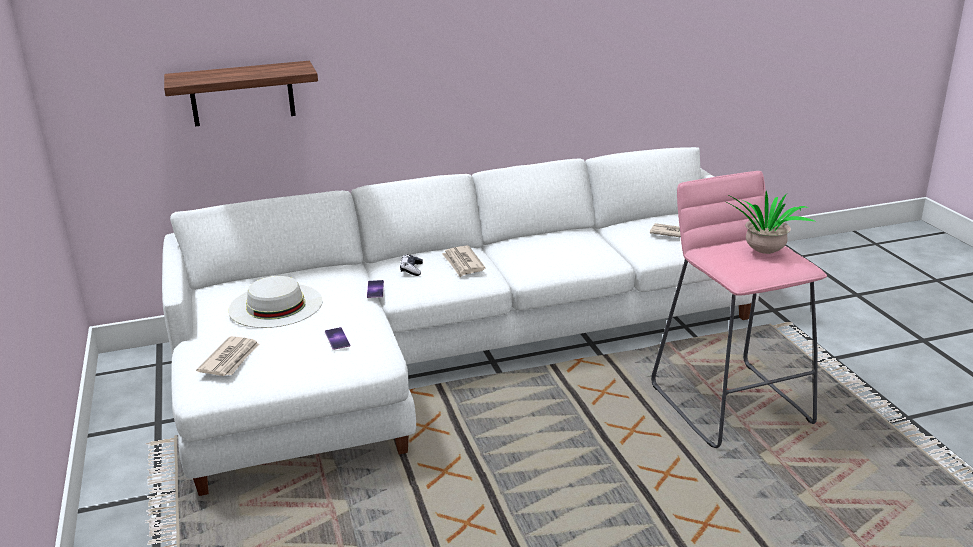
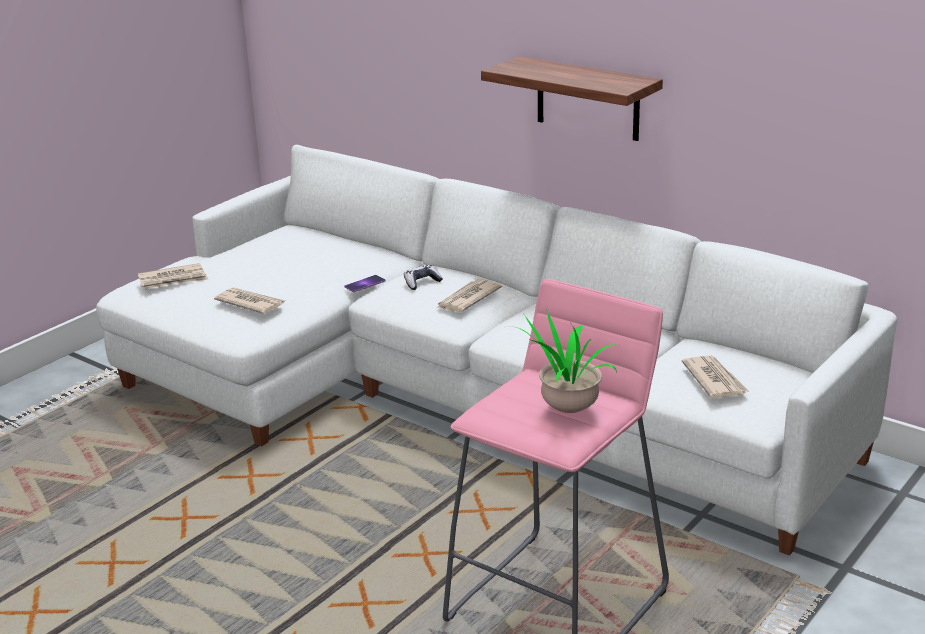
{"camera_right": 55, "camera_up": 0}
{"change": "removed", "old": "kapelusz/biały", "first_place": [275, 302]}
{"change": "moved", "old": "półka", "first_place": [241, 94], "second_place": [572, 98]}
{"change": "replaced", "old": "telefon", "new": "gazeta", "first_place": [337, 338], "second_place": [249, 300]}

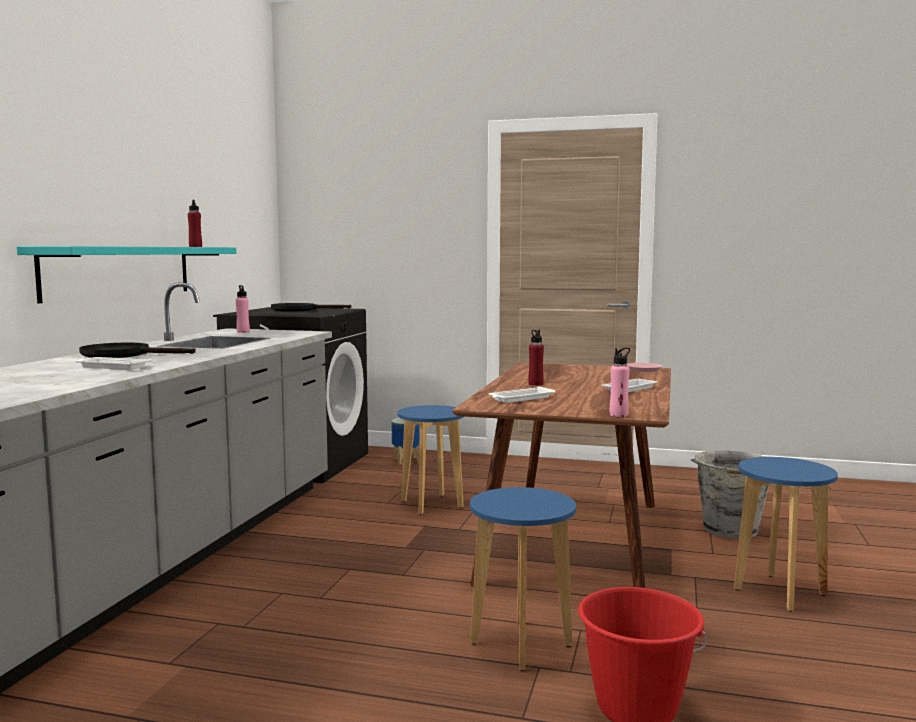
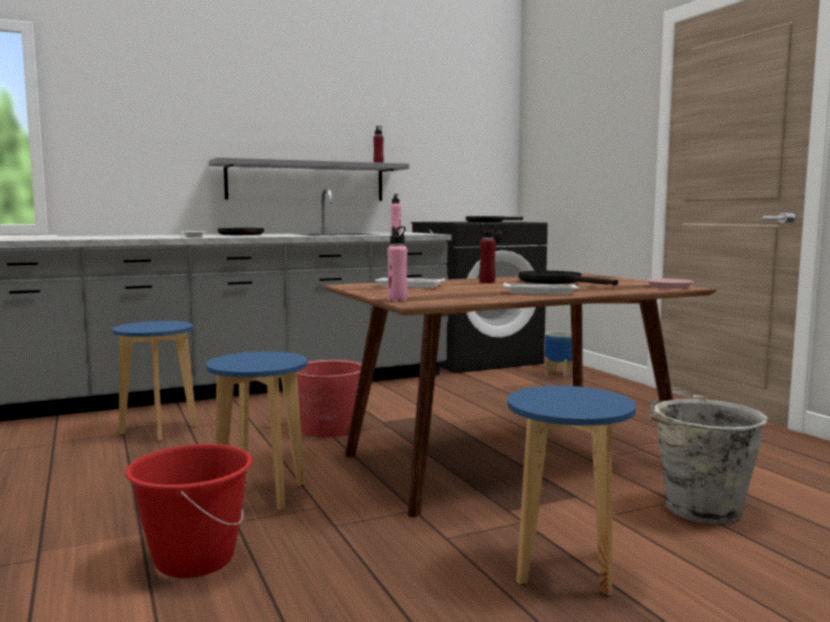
{"camera_right": 50, "camera_up": 0}
{"change": "added", "new": "wiadro/czerwony", "second_place": [329, 398]}
{"change": "added", "new": "patelnia/czarny", "second_place": [568, 278]}
{"change": "moved", "old": "stołek/niebieski", "first_place": [431, 460], "second_place": [154, 381]}
{"change": "recoloured", "old": "półka/turkusowy", "new": "półka/szary", "first_place": [126, 274], "second_place": [309, 179]}

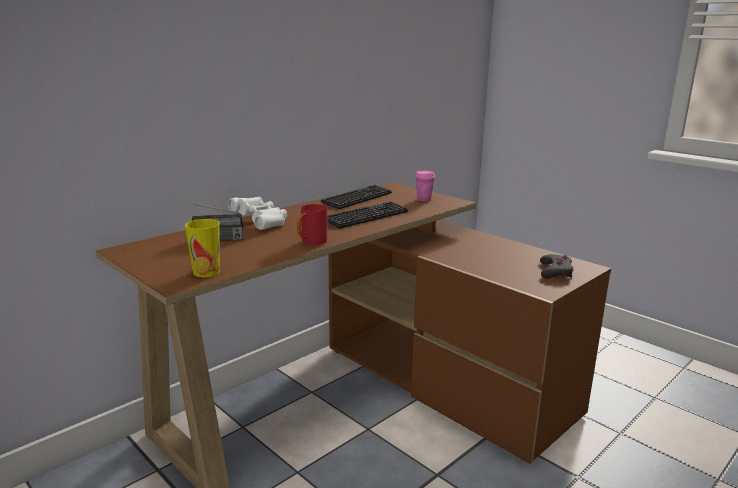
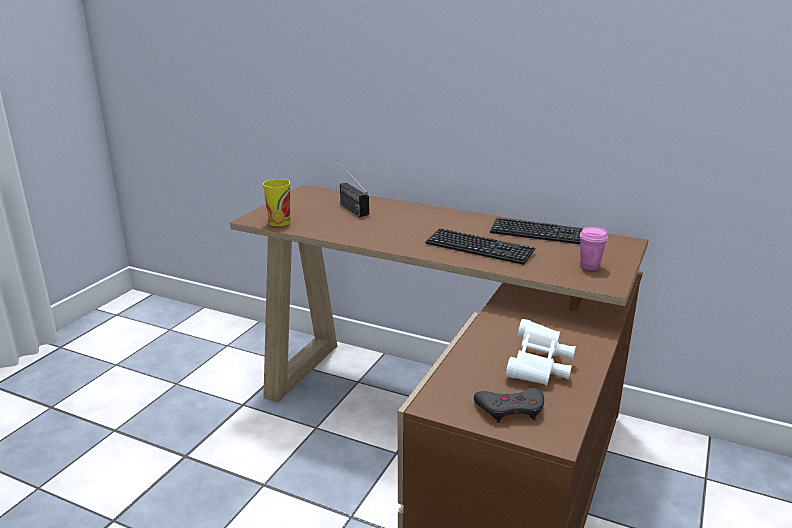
{"camera_right": 70, "camera_up": 5}
{"change": "removed", "old": "kubek/czerwony", "first_place": [312, 224]}
{"change": "moved", "old": "lornetka/biały", "first_place": [257, 213], "second_place": [541, 352]}

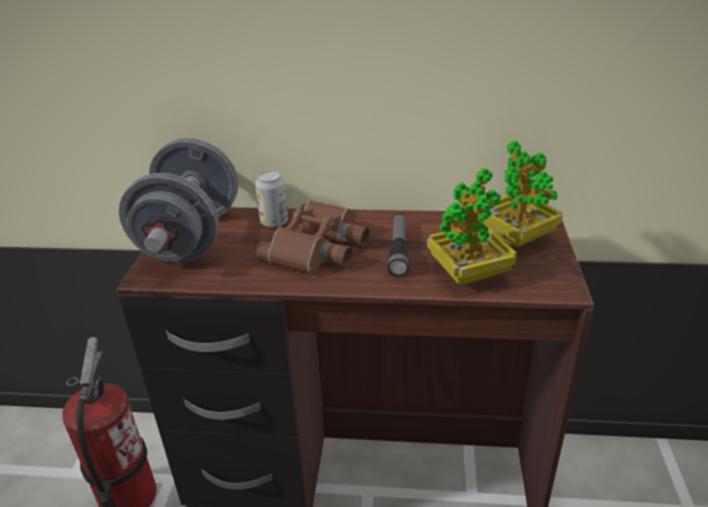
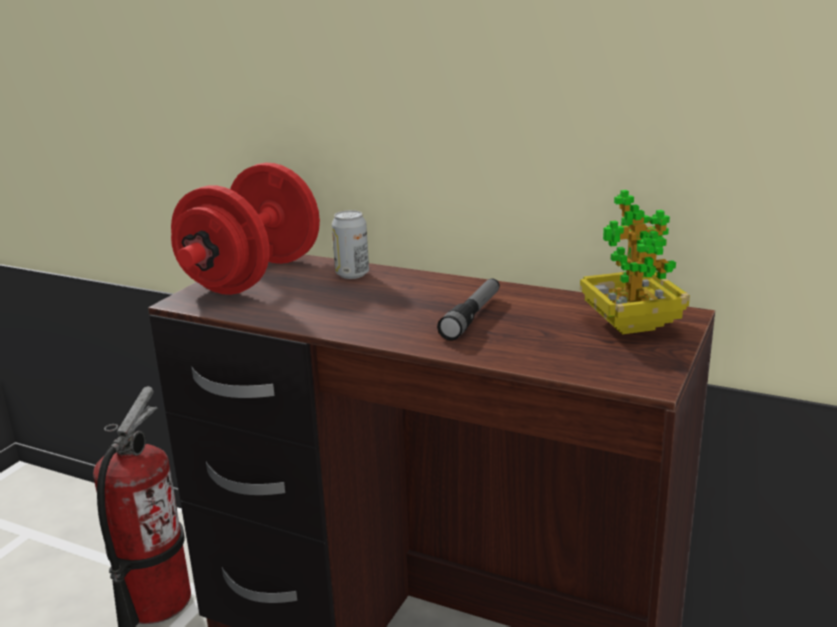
{"camera_right": 20, "camera_up": -10}
{"change": "removed", "old": "lornetka/brązowy", "first_place": [313, 237]}
{"change": "removed", "old": "roślina doniczkowa", "first_place": [472, 226]}
{"change": "recoloured", "old": "hantel/szary", "new": "hantel/czerwony", "first_place": [178, 200], "second_place": [245, 229]}

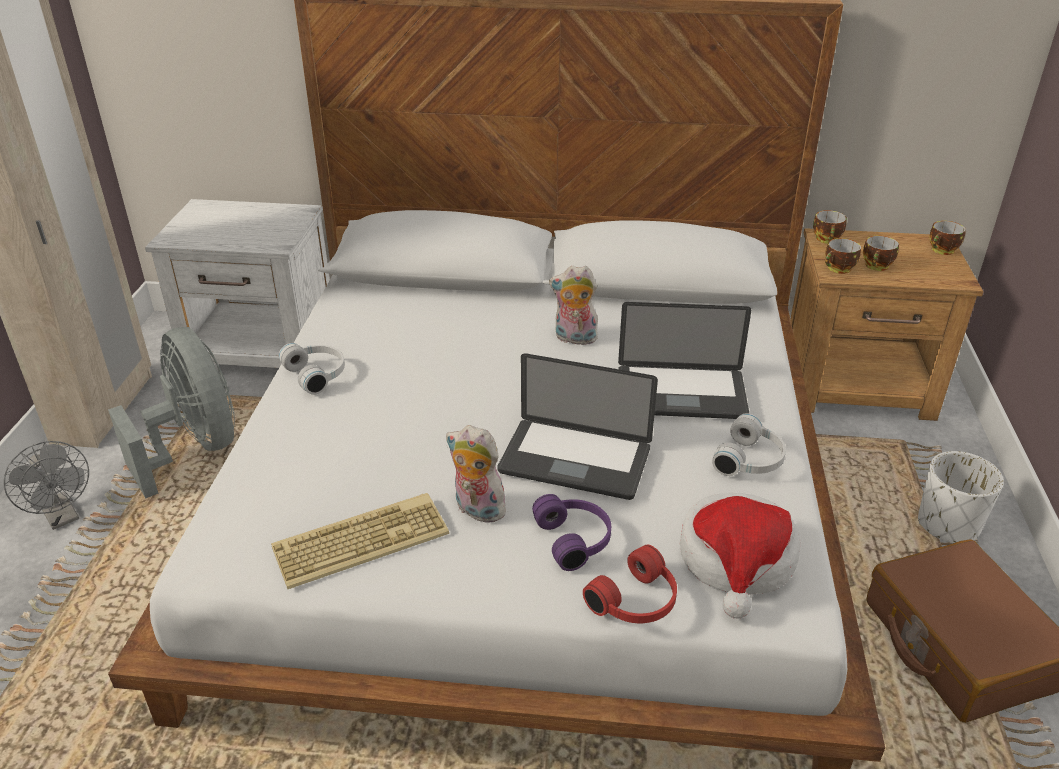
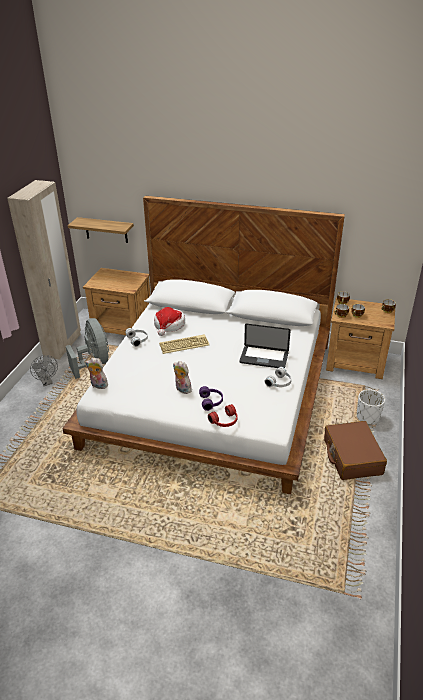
{"camera_right": 10, "camera_up": 0}
{"change": "removed", "old": "laptop", "first_place": [577, 426]}
{"change": "added", "new": "półka", "second_place": [101, 230]}
{"change": "moved", "old": "klawiatura", "first_place": [360, 541], "second_place": [184, 344]}
{"change": "moved", "old": "pluszak", "first_place": [573, 305], "second_place": [96, 373]}
{"change": "moved", "old": "kapelusz", "first_place": [740, 555], "second_place": [169, 321]}
{"change": "recoloured", "old": "szafka nocna/biały", "new": "szafka nocna/brązowy", "first_place": [237, 283], "second_place": [117, 301]}

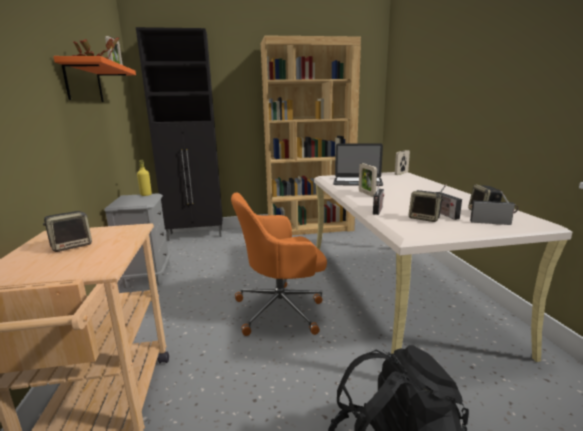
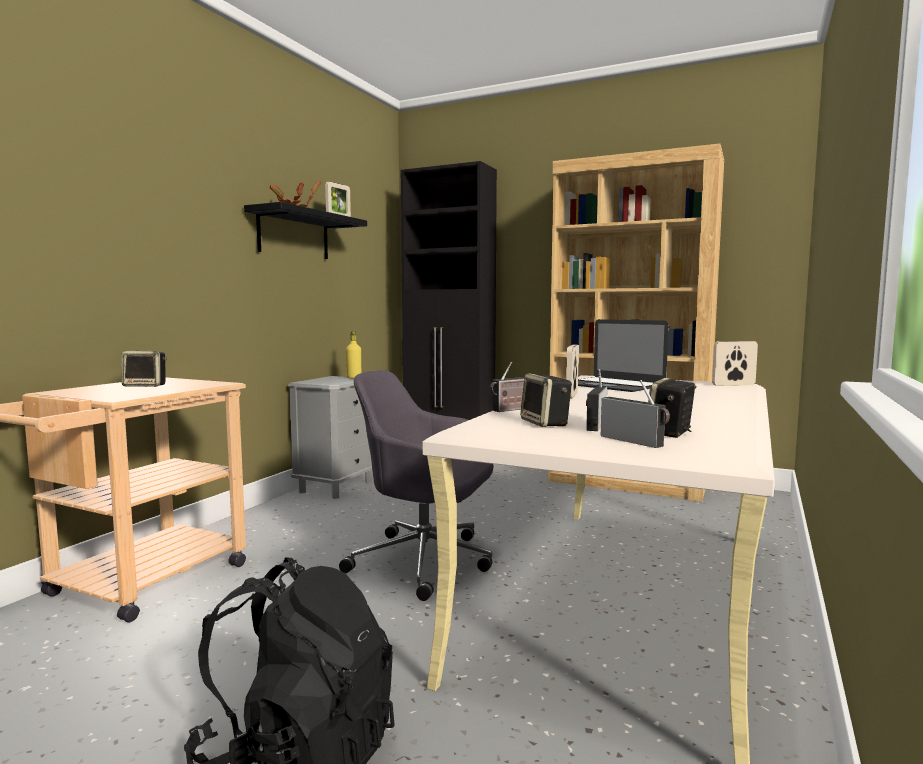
{"camera_right": 35, "camera_up": -10}
{"change": "recoloured", "old": "półka/pomarańczowy", "new": "półka/czarny", "first_place": [94, 79], "second_place": [305, 230]}
{"change": "recoloured", "old": "krzesło biurowe/pomarańczowy", "new": "krzesło biurowe/szary", "first_place": [279, 264], "second_place": [416, 485]}

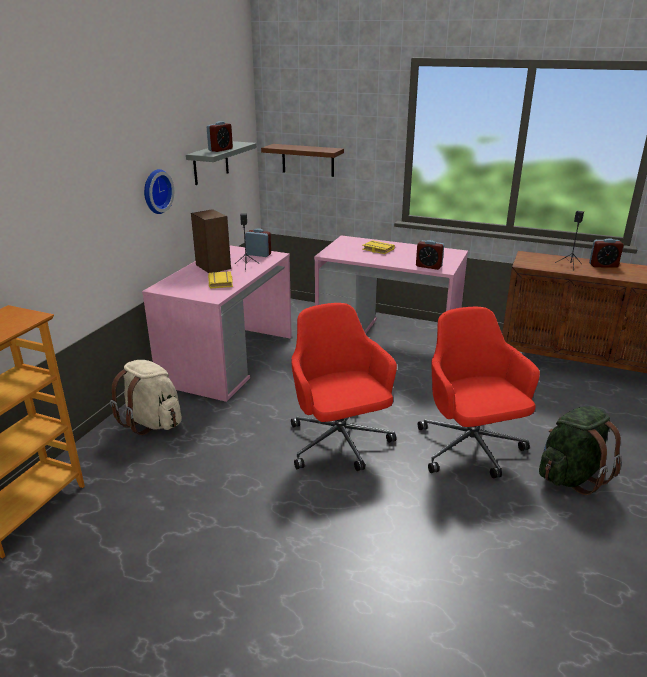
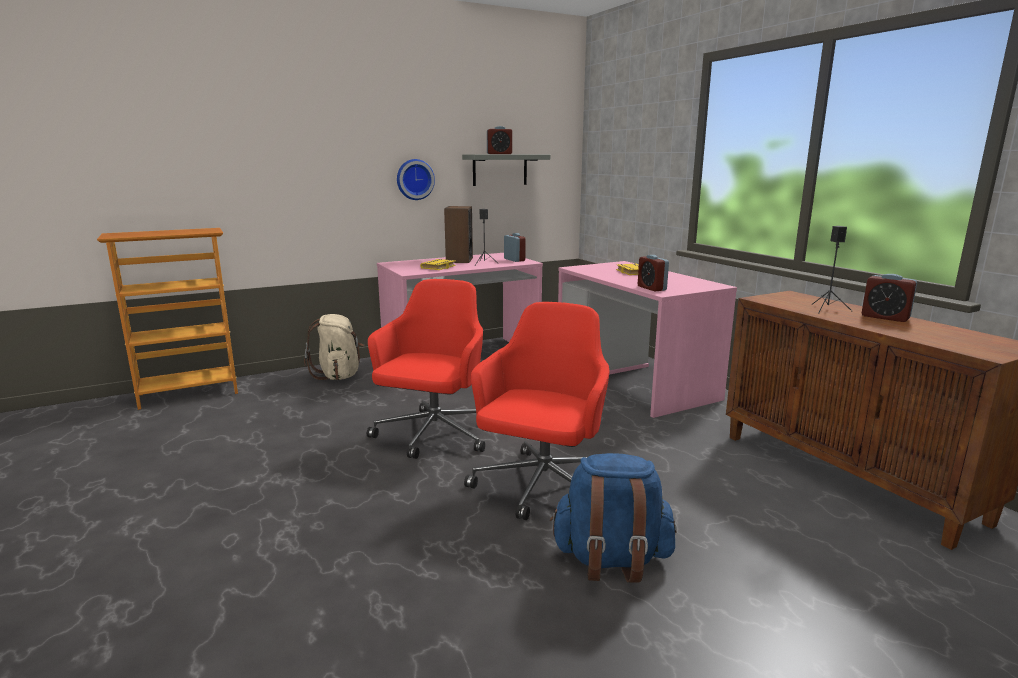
{"camera_right": 40, "camera_up": -10}
{"change": "removed", "old": "półka/brązowy", "first_place": [302, 160]}
{"change": "recoloured", "old": "plecak/zielony", "new": "plecak/niebieski", "first_place": [580, 450], "second_place": [613, 518]}

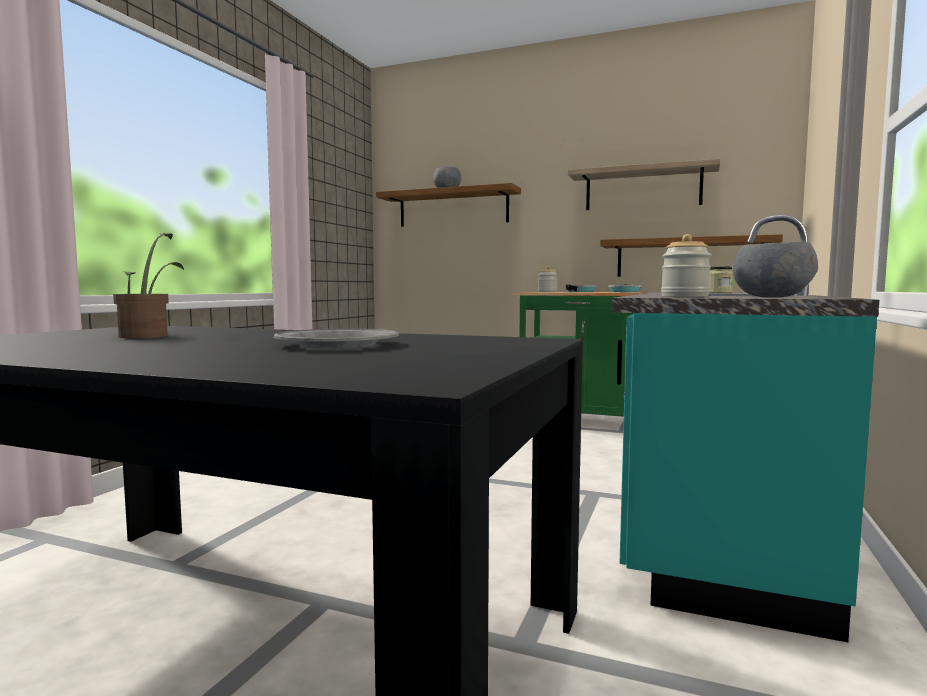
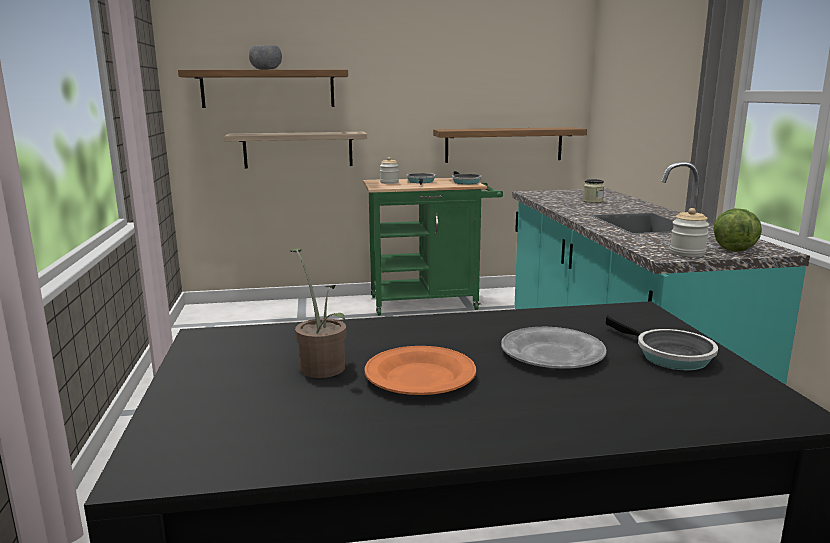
{"camera_right": -30, "camera_up": 10}
{"change": "added", "new": "talerz/pomarańczowy", "second_place": [420, 370]}
{"change": "added", "new": "patelnia", "second_place": [662, 342]}
{"change": "moved", "old": "półka", "first_place": [644, 184], "second_place": [295, 150]}
{"change": "replaced", "old": "miska/szary", "new": "sałata", "first_place": [775, 269], "second_place": [737, 230]}

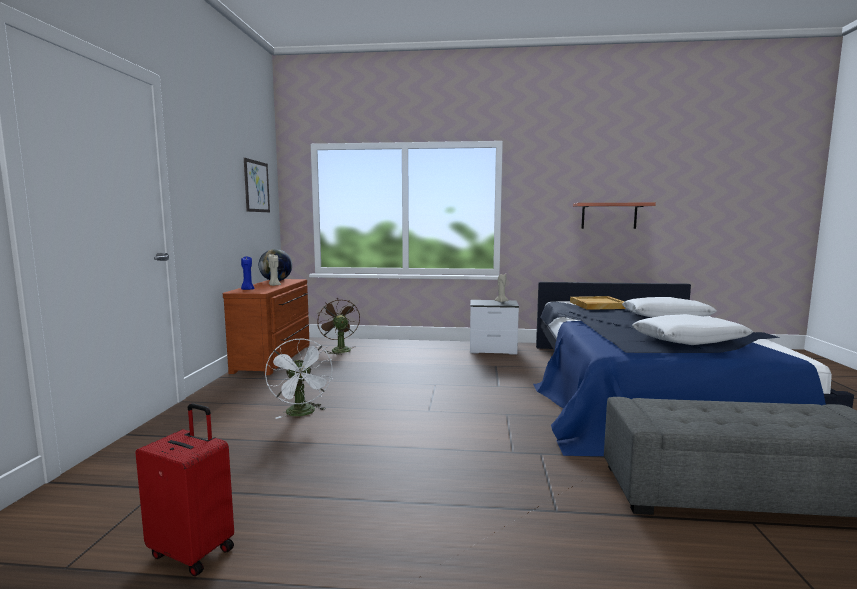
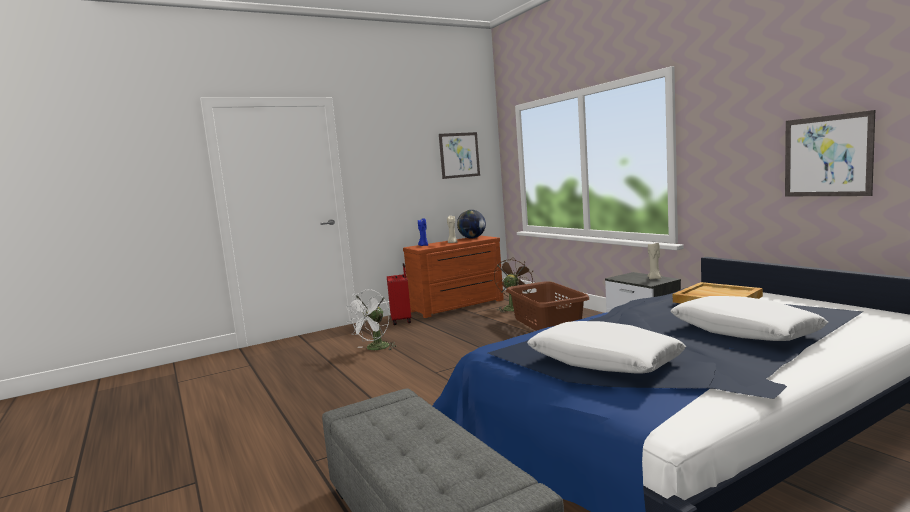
{"camera_right": 55, "camera_up": 0}
{"change": "added", "new": "kosz na pranie/brązowy", "second_place": [547, 306]}
{"change": "moved", "old": "walizka/czerwony", "first_place": [185, 489], "second_place": [399, 294]}
{"change": "replaced", "old": "półka", "new": "obraz", "first_place": [614, 216], "second_place": [830, 153]}

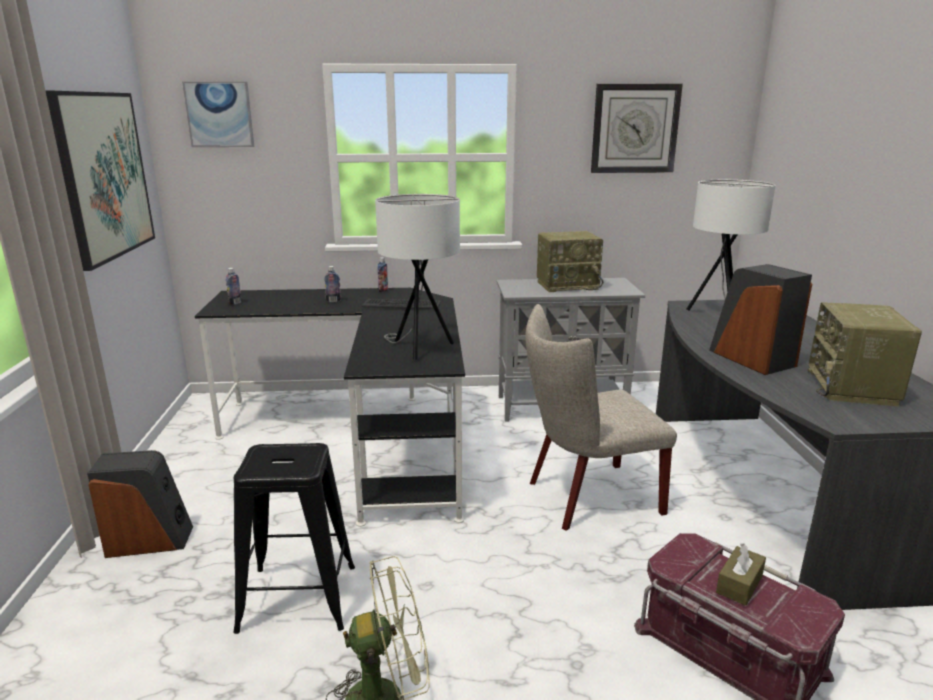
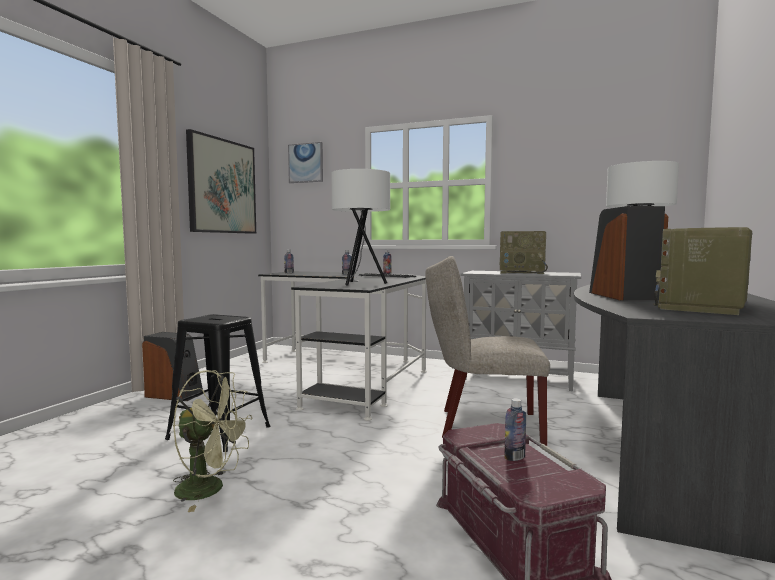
{"camera_right": 25, "camera_up": -15}
{"change": "removed", "old": "zegar ścienny", "first_place": [637, 128]}
{"change": "replaced", "old": "pudełko chusteczek/brązowy", "new": "butelka", "first_place": [741, 574], "second_place": [515, 429]}

